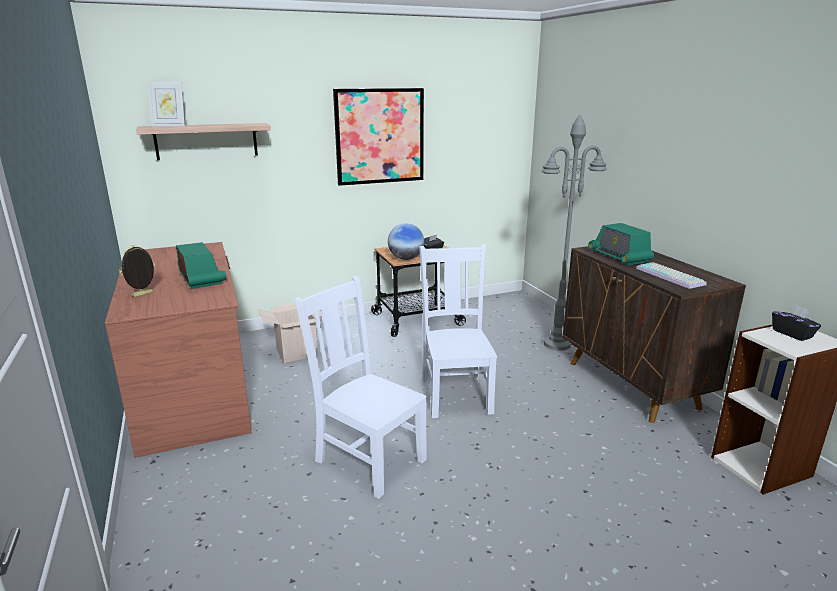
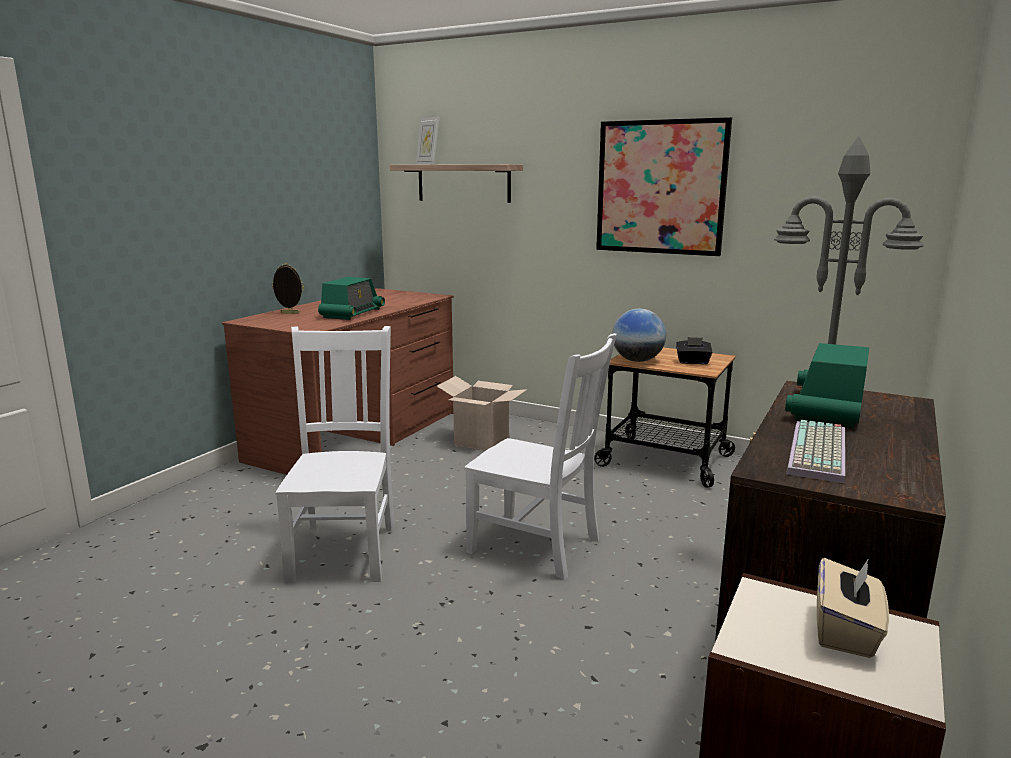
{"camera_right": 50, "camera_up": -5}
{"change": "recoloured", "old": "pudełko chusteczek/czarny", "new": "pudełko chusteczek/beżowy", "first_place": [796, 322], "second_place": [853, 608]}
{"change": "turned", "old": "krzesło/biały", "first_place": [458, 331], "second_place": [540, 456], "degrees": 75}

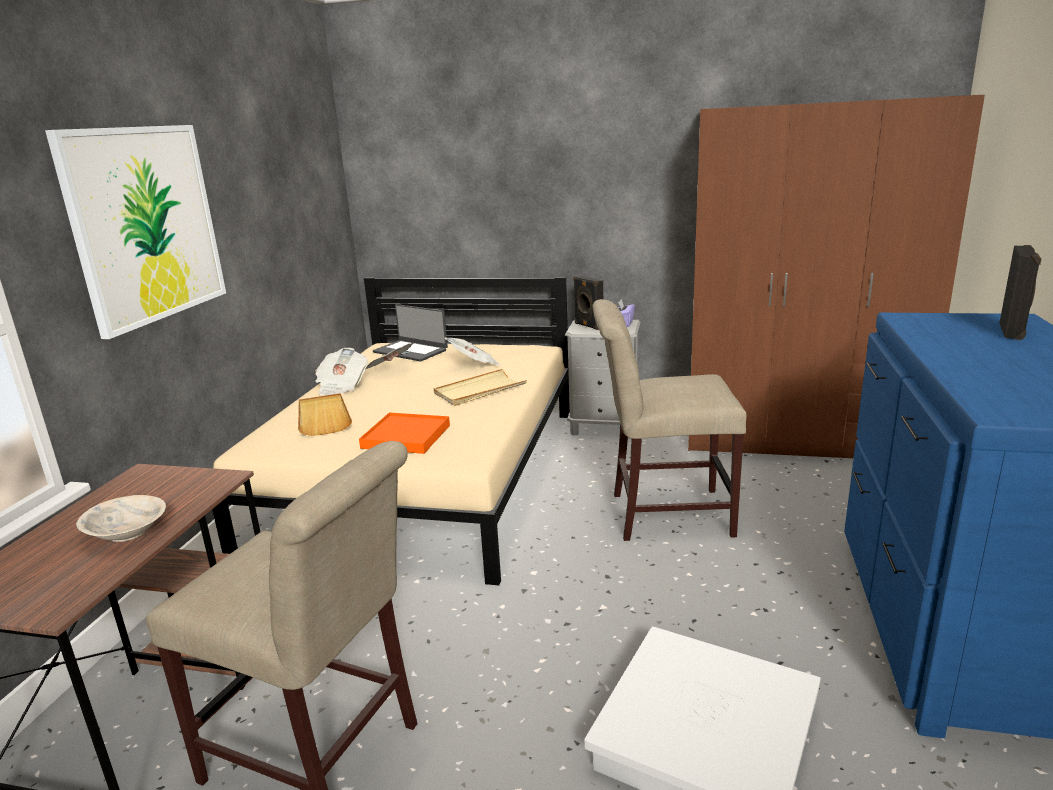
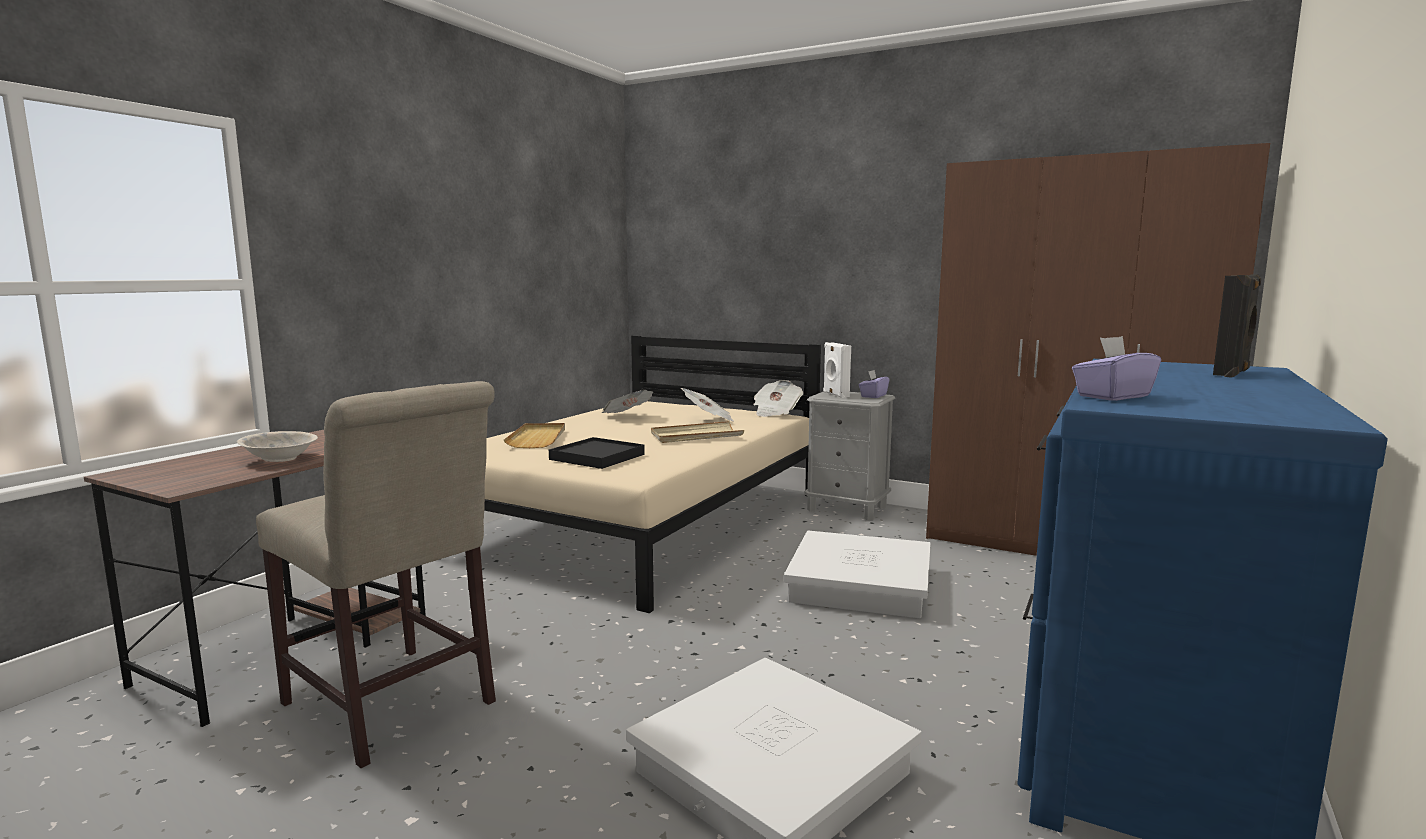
{"camera_right": 15, "camera_up": -10}
{"change": "removed", "old": "obraz", "first_place": [135, 232]}
{"change": "removed", "old": "laptop", "first_place": [410, 333]}
{"change": "added", "new": "pudełko chusteczek/fioletowy", "second_place": [1116, 368]}
{"change": "moved", "old": "gazeta", "first_place": [341, 372], "second_place": [778, 398]}
{"change": "replaced", "old": "krzesło/beżowy", "new": "pojemnik do przechowywania/biały", "first_place": [669, 420], "second_place": [857, 574]}
{"change": "recoloured", "old": "taca/pomarańczowy", "new": "taca/czarny", "first_place": [404, 433], "second_place": [597, 453]}
{"change": "recoloured", "old": "głośnik/czarny", "new": "głośnik/biały", "first_place": [588, 303], "second_place": [837, 370]}

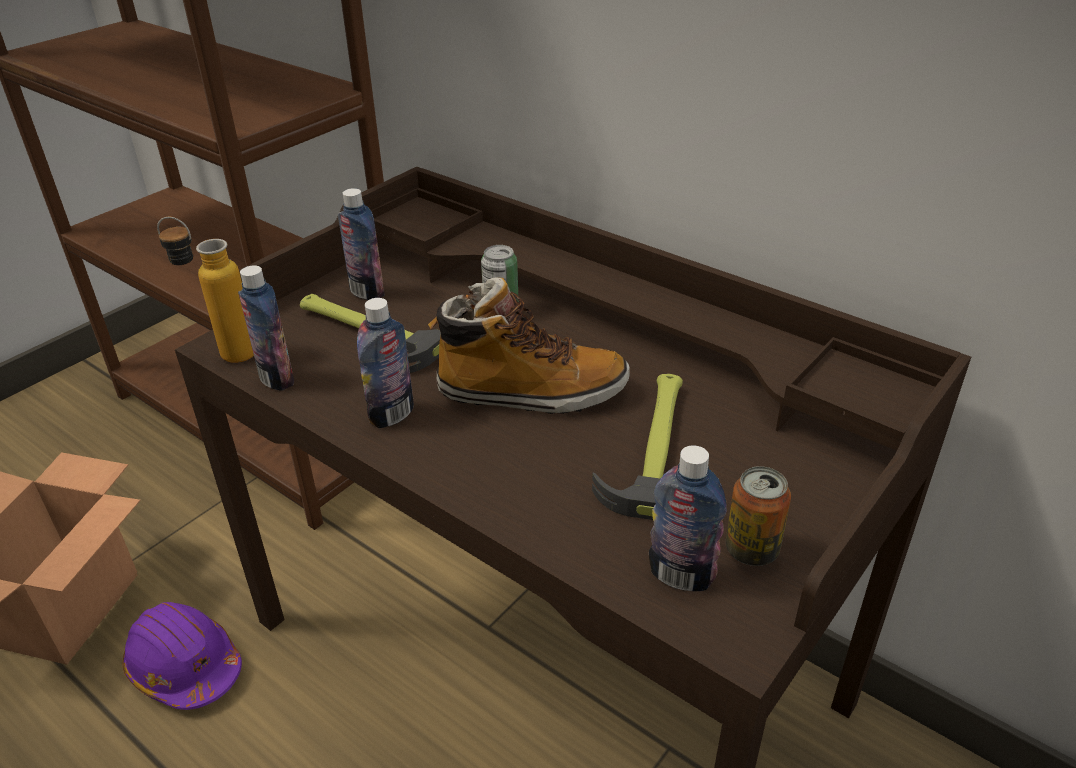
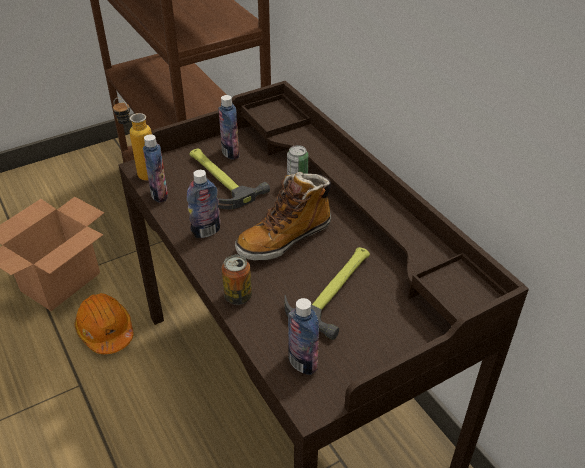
{"camera_right": 20, "camera_up": 5}
{"change": "moved", "old": "puszka", "first_place": [758, 516], "second_place": [236, 279]}
{"change": "recoloured", "old": "kask/fioletowy", "new": "kask/pomarańczowy", "first_place": [182, 656], "second_place": [104, 323]}
{"change": "turned", "old": "but z cholewką", "first_place": [529, 346], "second_place": [283, 216], "degrees": 120}

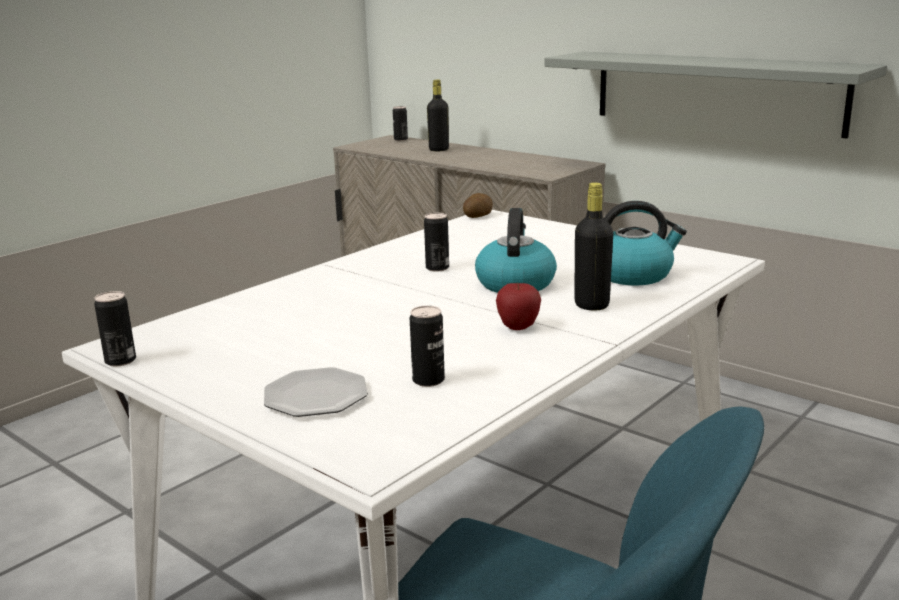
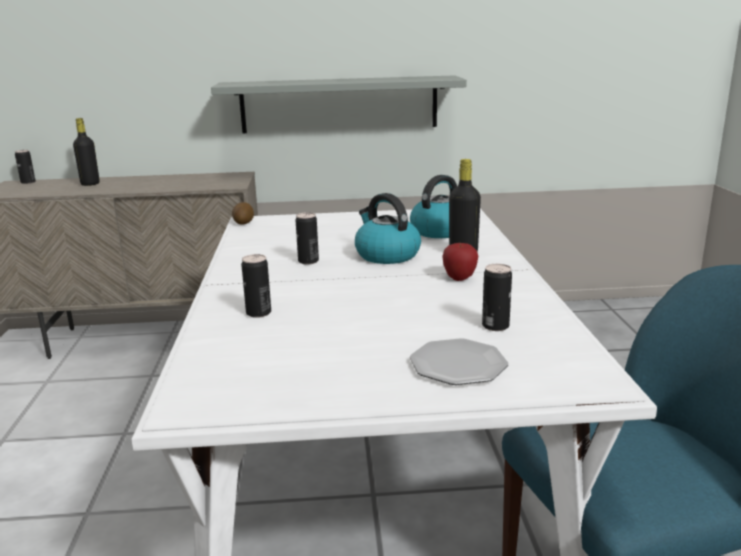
{"camera_right": -45, "camera_up": 0}
{"change": "moved", "old": "puszka", "first_place": [115, 329], "second_place": [256, 286]}

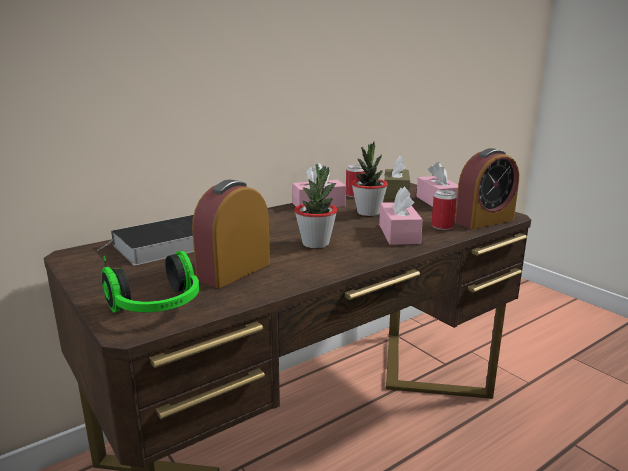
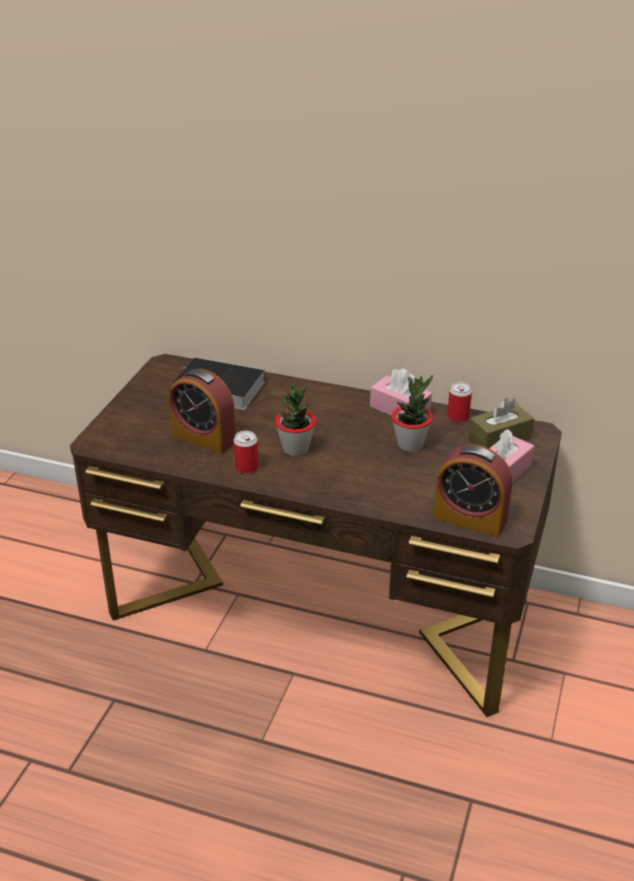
{"camera_right": 55, "camera_up": 15}
{"change": "removed", "old": "słuchawki", "first_place": [150, 281]}
{"change": "removed", "old": "pudełko chusteczek/różowy", "first_place": [401, 216]}
{"change": "moved", "old": "puszka", "first_place": [444, 210], "second_place": [246, 452]}
{"change": "turned", "old": "budzik", "first_place": [231, 234], "second_place": [202, 411], "degrees": -150}

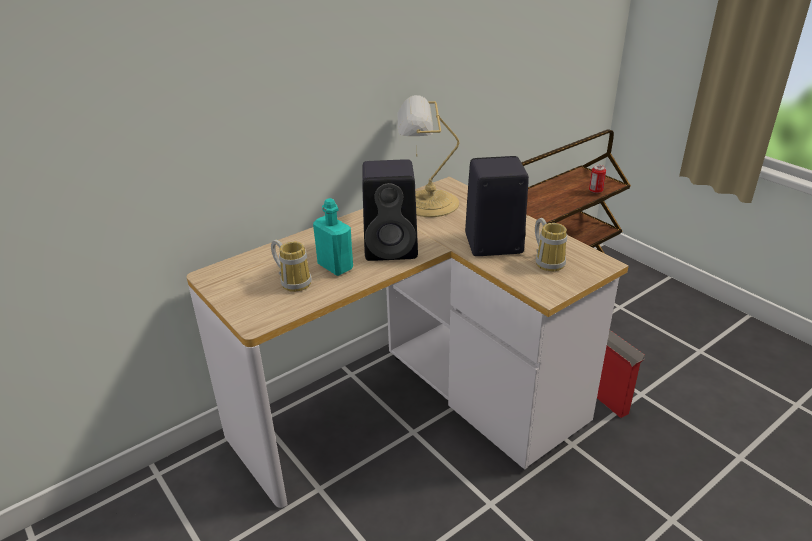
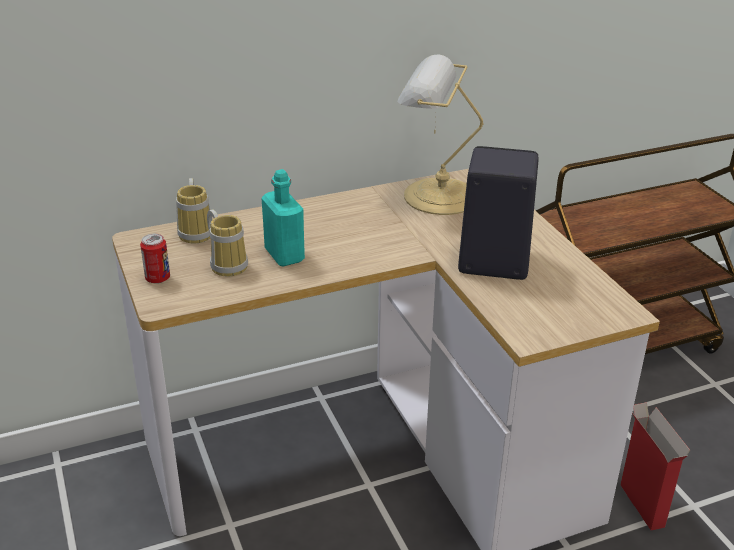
{"camera_right": 15, "camera_up": 0}
{"change": "removed", "old": "głośnik/czarny", "first_place": [390, 210]}
{"change": "moved", "old": "kubek", "first_place": [551, 244], "second_place": [193, 210]}
{"change": "moved", "old": "puszka", "first_place": [597, 179], "second_place": [155, 259]}

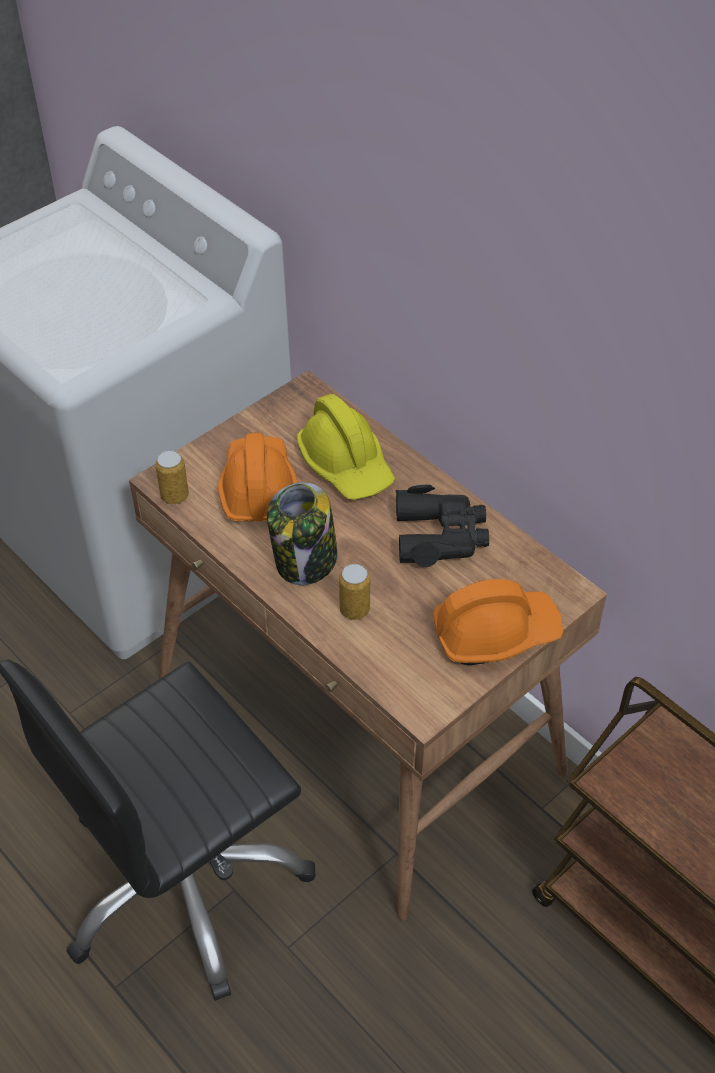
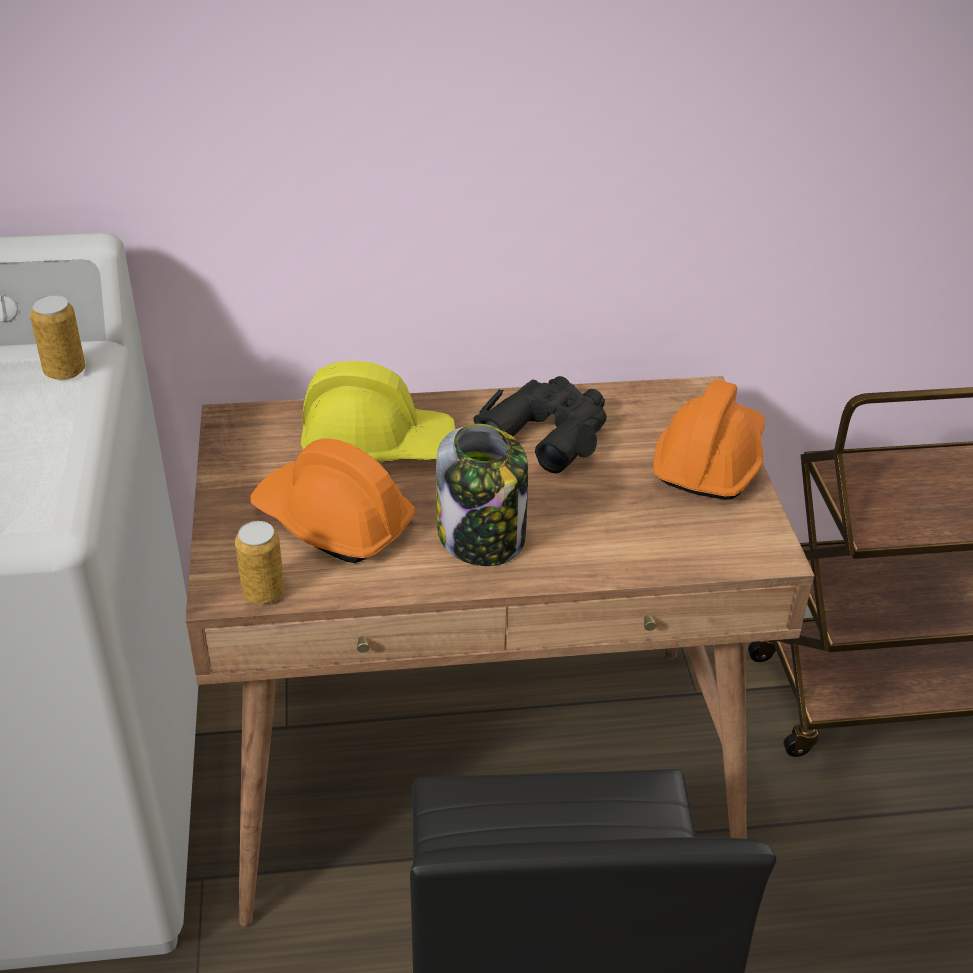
{"camera_right": -55, "camera_up": -10}
{"change": "moved", "old": "puszka", "first_place": [354, 592], "second_place": [57, 337]}

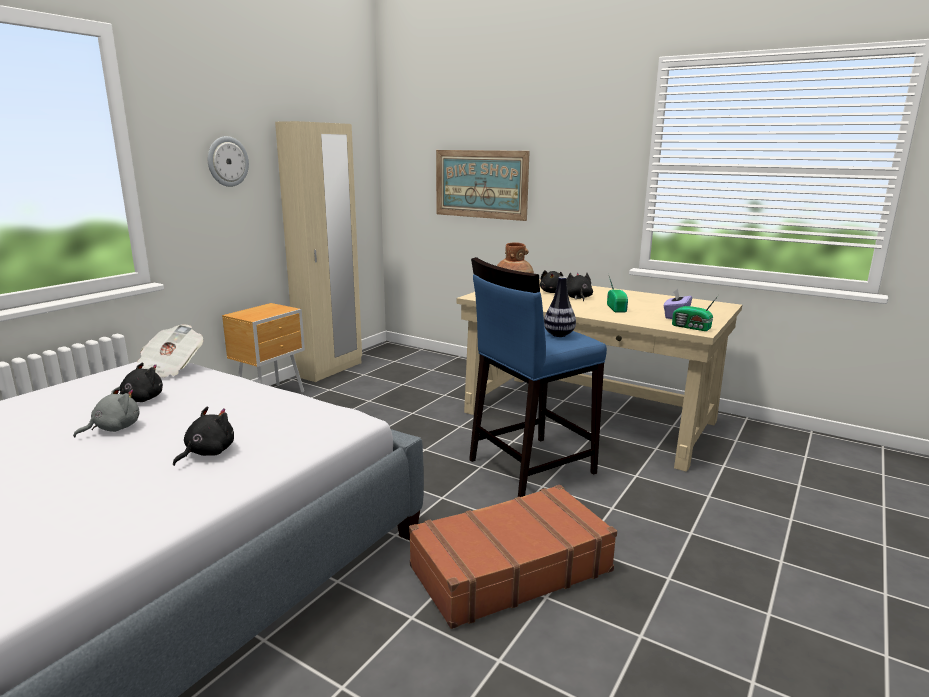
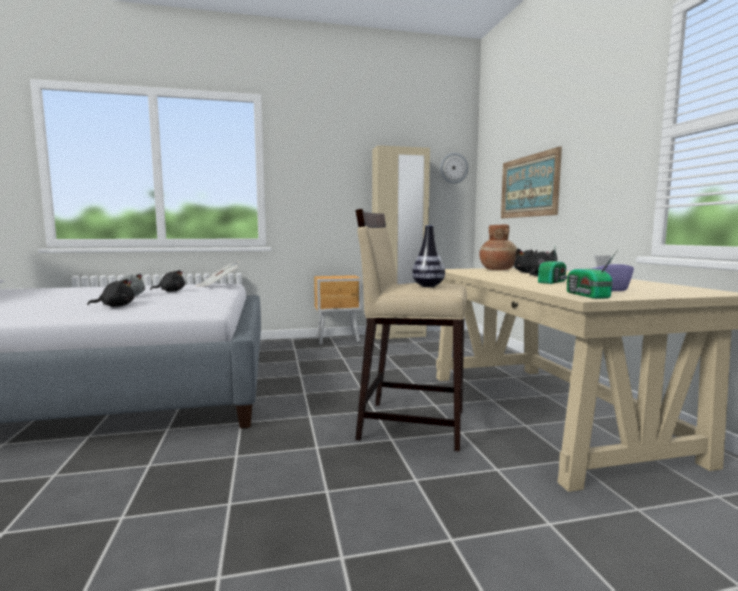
{"camera_right": 45, "camera_up": -10}
{"change": "removed", "old": "walizka/brązowy", "first_place": [513, 557]}
{"change": "moved", "old": "zegar ścienny", "first_place": [228, 161], "second_place": [454, 168]}
{"change": "recoloured", "old": "stołek/niebieski", "new": "stołek/beżowy", "first_place": [538, 377], "second_place": [411, 330]}

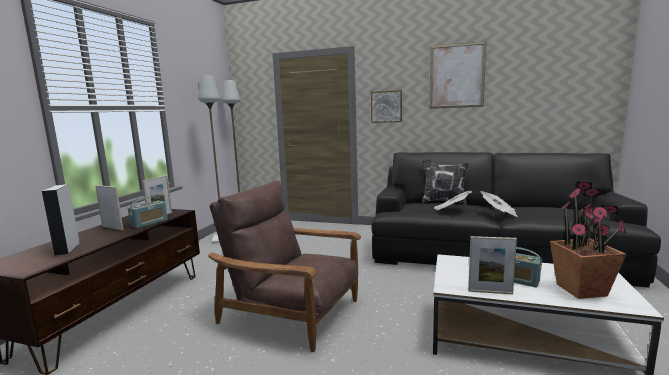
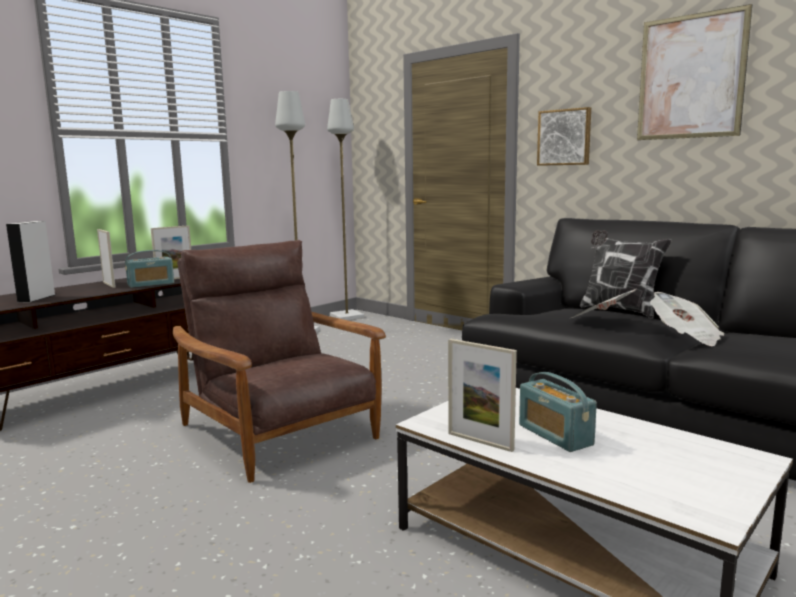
{"camera_right": 25, "camera_up": 0}
{"change": "removed", "old": "roślina doniczkowa", "first_place": [588, 240]}

